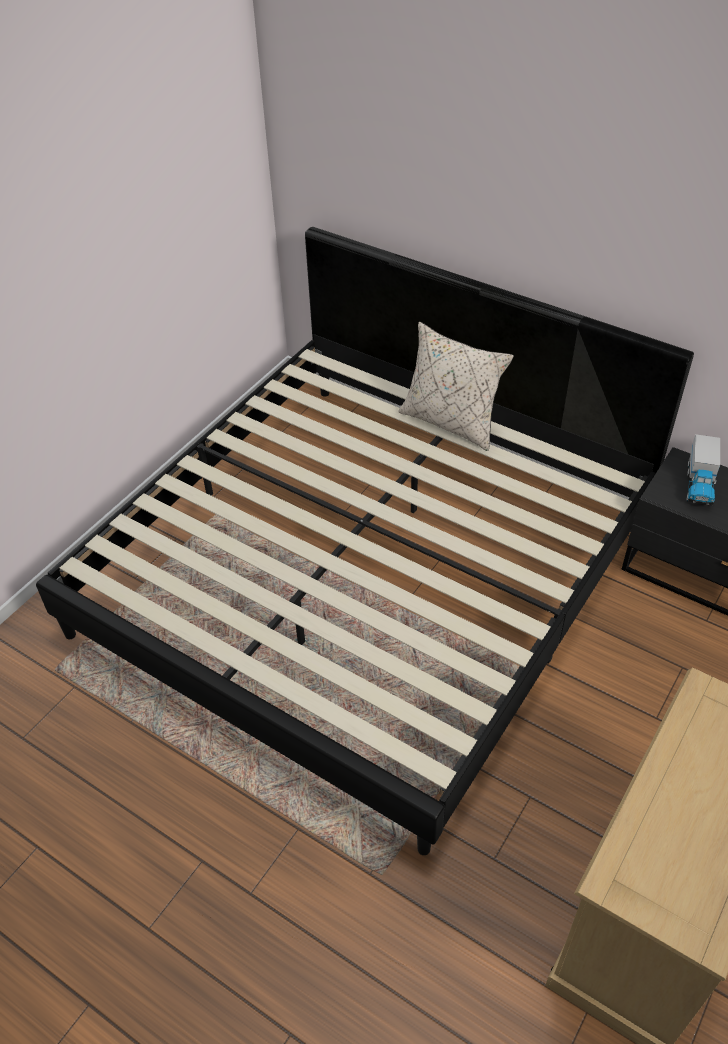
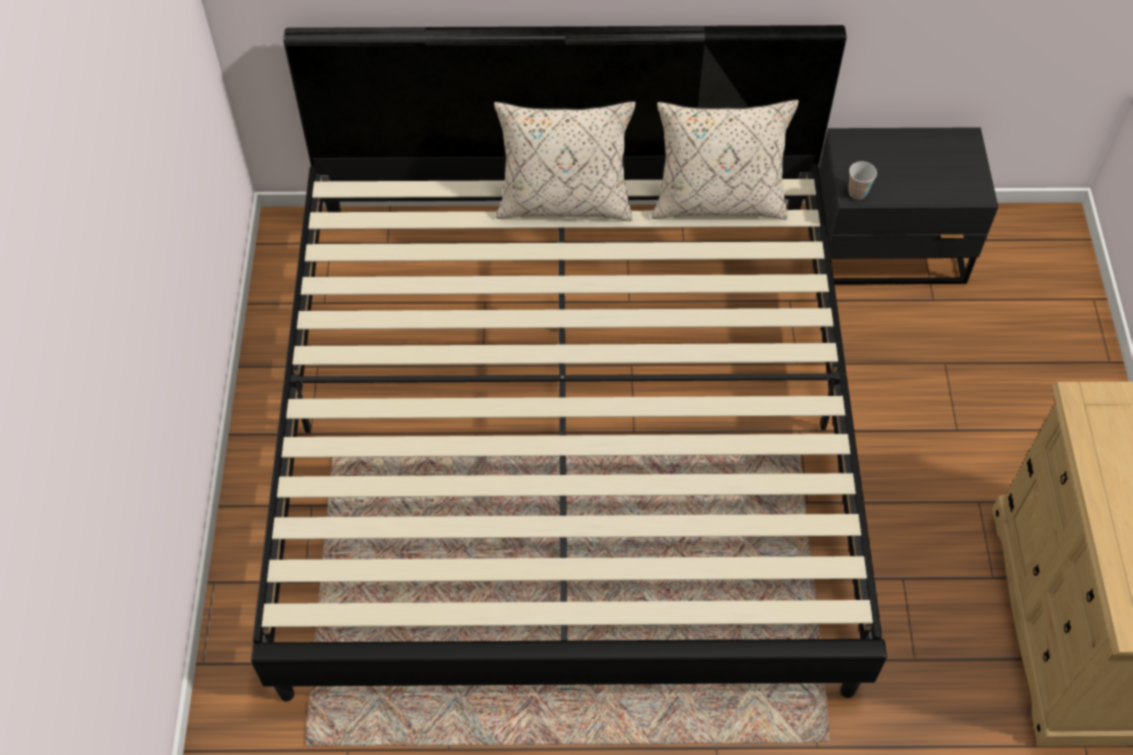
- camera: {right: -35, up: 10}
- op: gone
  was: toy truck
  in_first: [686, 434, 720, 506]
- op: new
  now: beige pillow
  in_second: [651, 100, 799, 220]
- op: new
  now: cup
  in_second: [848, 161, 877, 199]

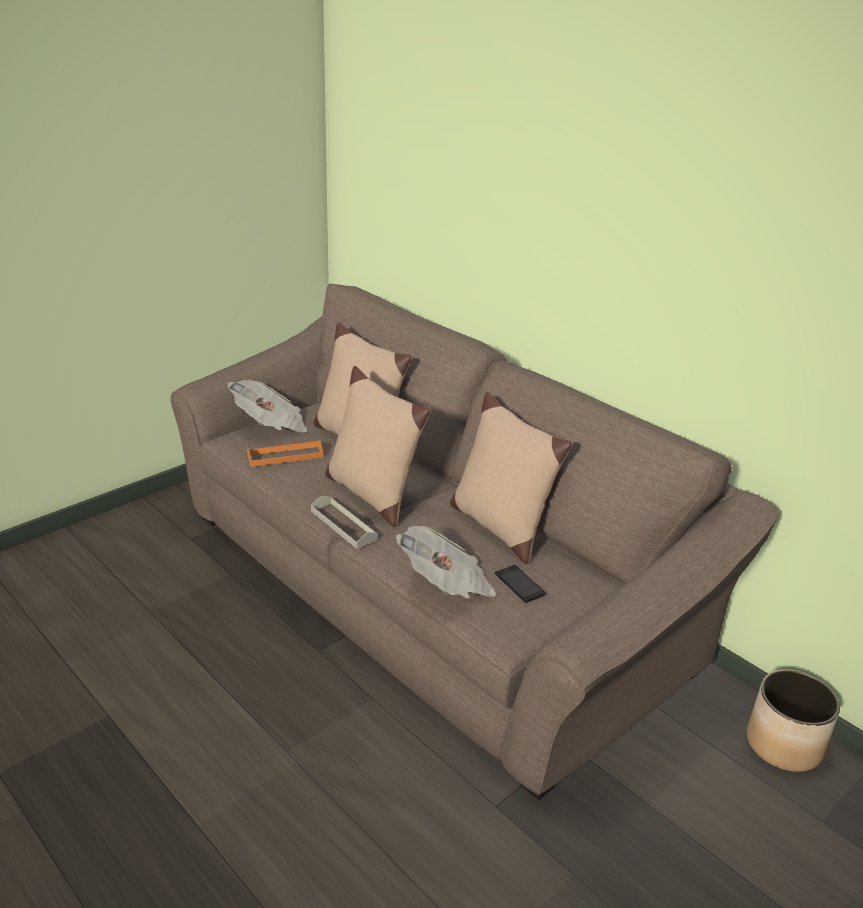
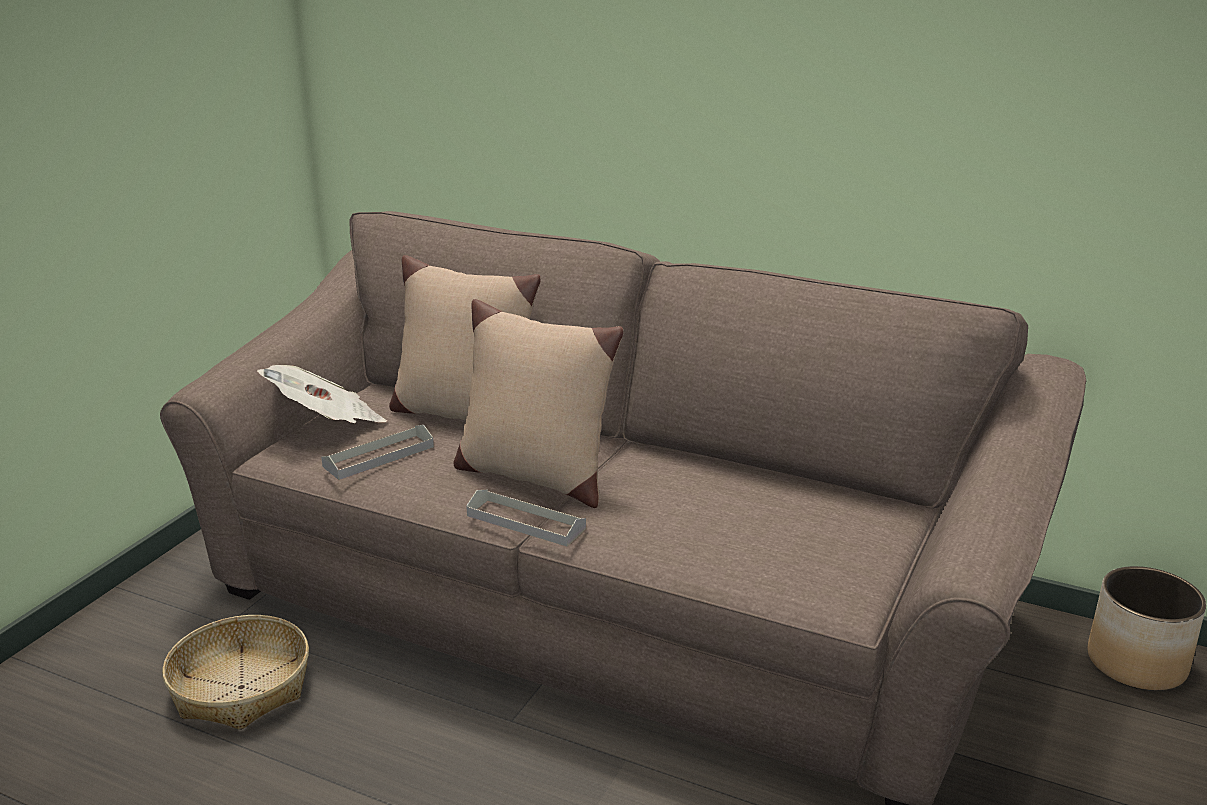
- camera: {right: -20, up: -5}
- op: gone
  was: newspaper
  in_first: [396, 526, 496, 599]
- op: gone
  was: beige pillow
  in_first: [450, 392, 573, 564]
- op: gone
  was: phone
  in_first: [495, 565, 546, 603]
- op: new
  now: basket
  in_second: [162, 615, 309, 730]
- op: repainted
  was: orange tray
  now: grey tray
  in_first: [247, 440, 323, 467]
  in_second: [321, 425, 434, 480]

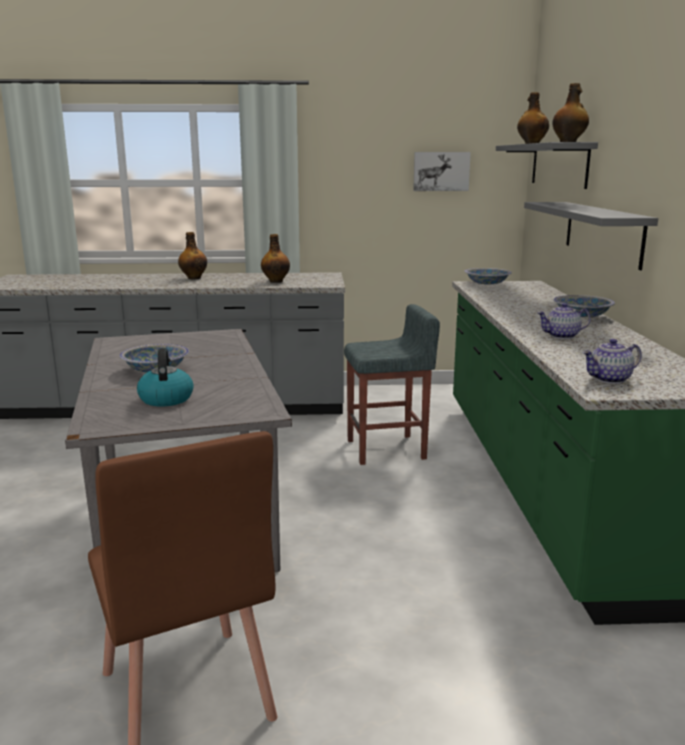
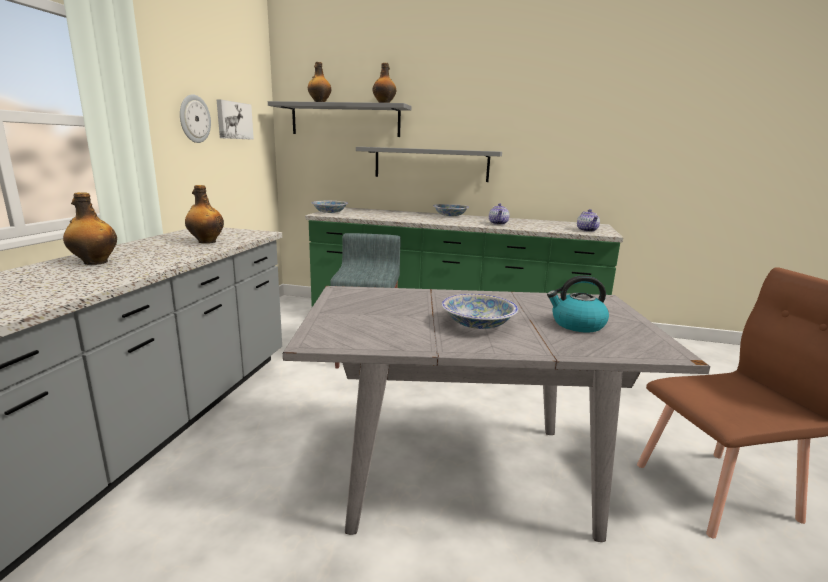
- camera: {right: -75, up: 0}
- op: new
  now: wall clock
  in_second: [180, 94, 211, 143]

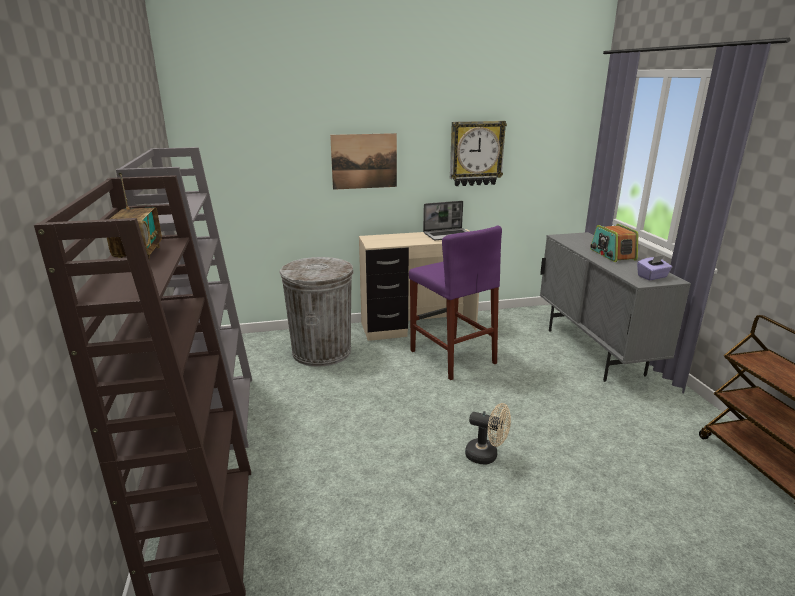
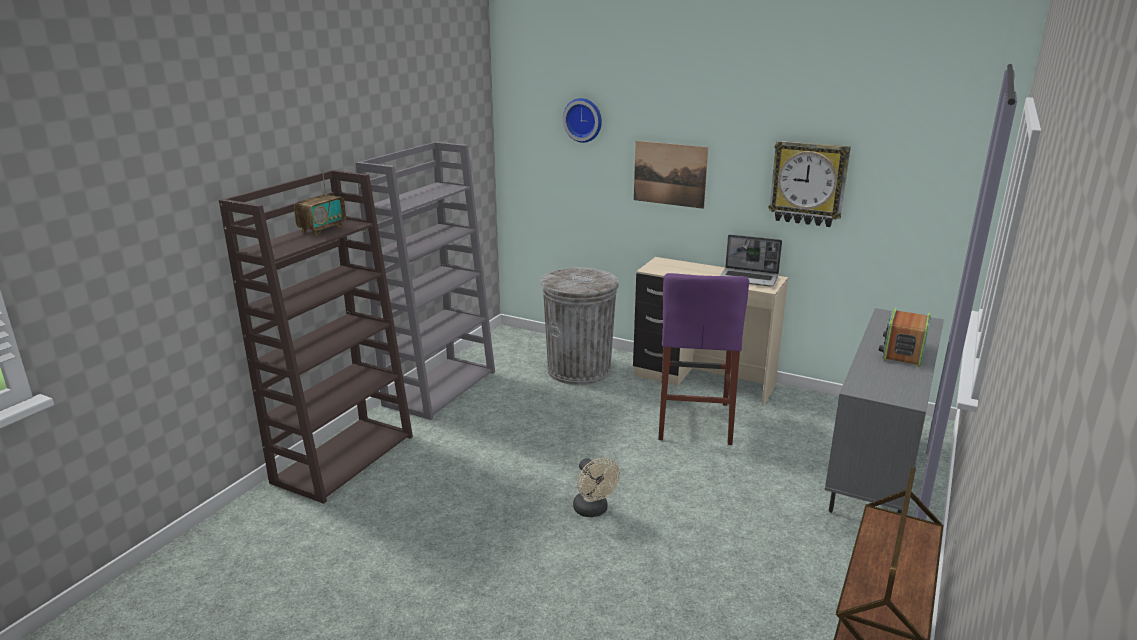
- camera: {right: 40, up: 0}
- op: gone
  was: purple tissue box
  in_first: [637, 255, 672, 280]
- op: new
  now: wall clock
  in_second: [563, 98, 602, 143]

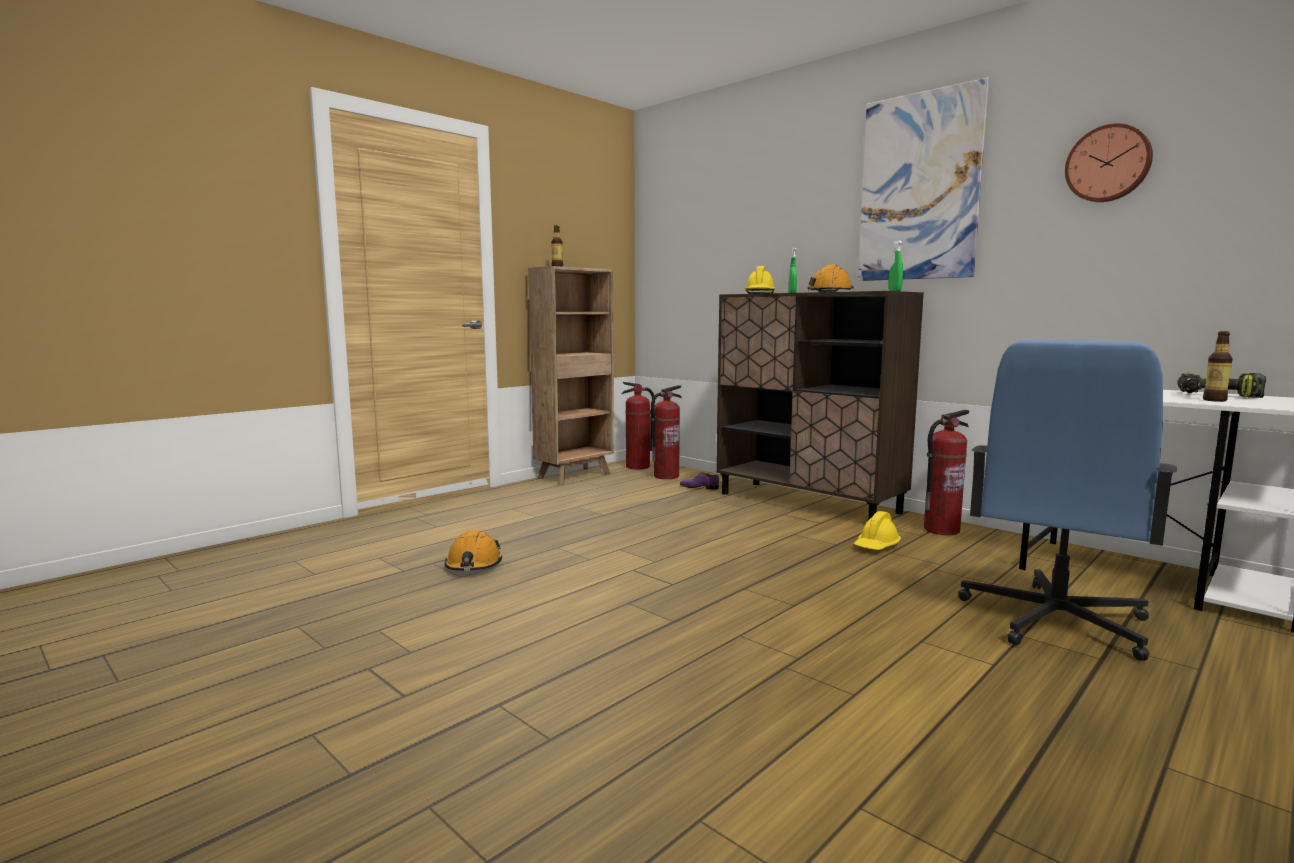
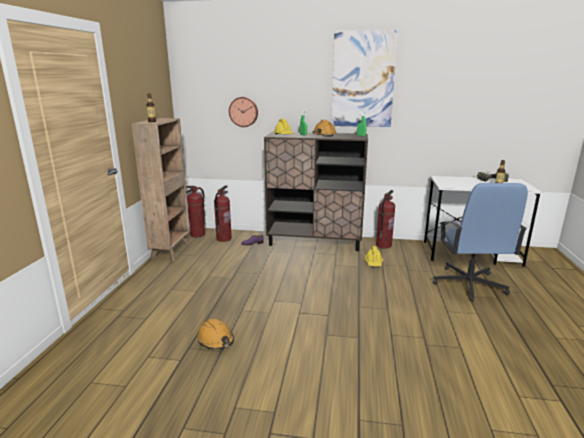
- camera: {right: -35, up: 10}
- op: shifted
  was: wall clock
  in_first: [1065, 123, 1153, 202]
  in_second: [229, 97, 258, 127]

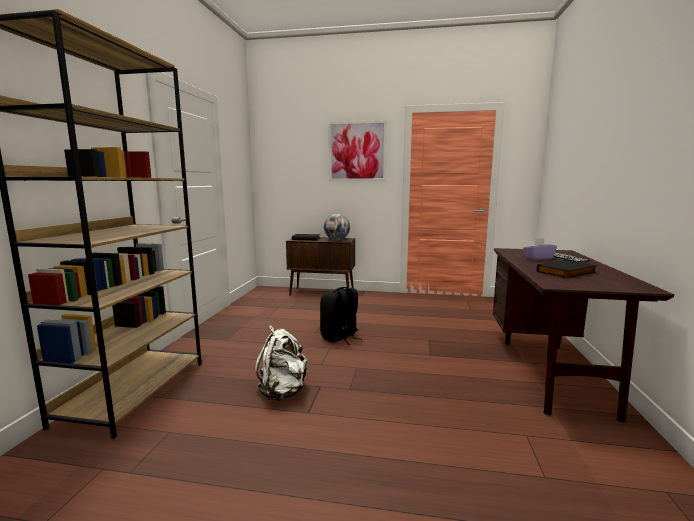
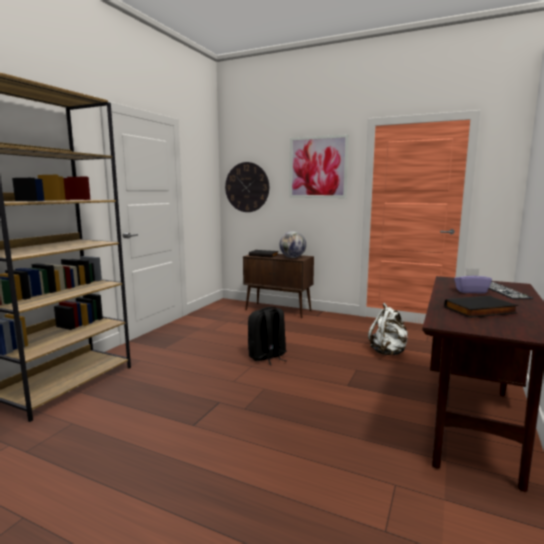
- camera: {right: 15, up: 0}
- op: new
  now: wall clock
  in_second: [225, 162, 269, 212]
- op: shifted
  was: white backpack
  in_first: [255, 325, 309, 401]
  in_second: [368, 303, 408, 355]

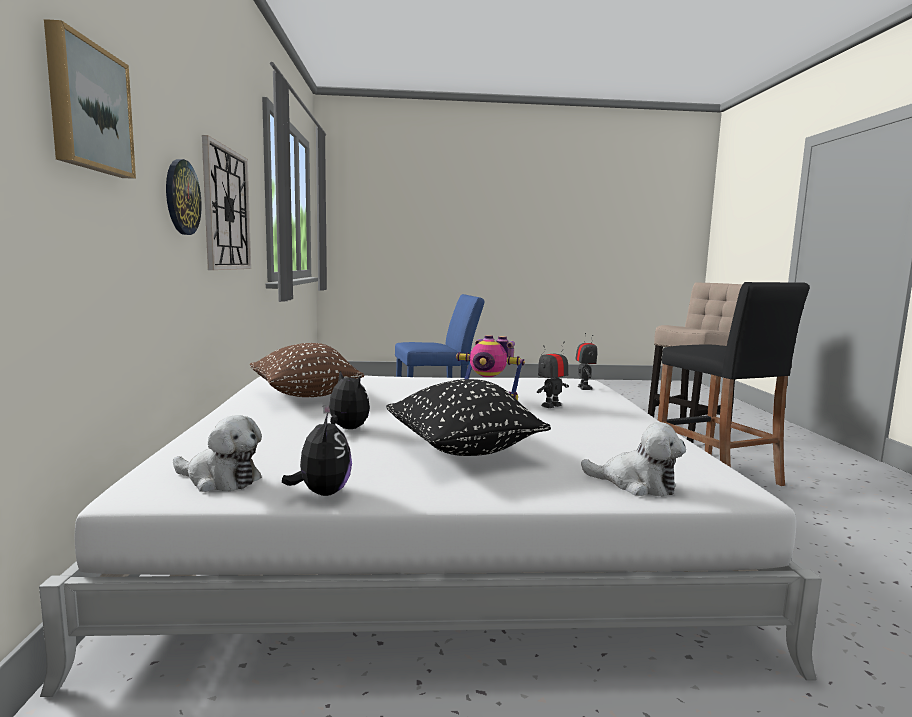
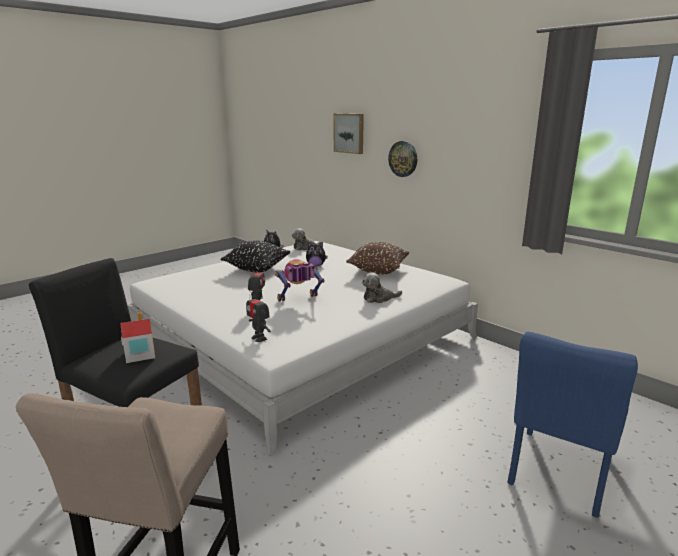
- camera: {right: 140, up: 10}
- op: gone
  was: wall clock
  in_first: [202, 135, 251, 270]
- op: new
  now: toy house
  in_second: [120, 312, 155, 363]
- op: shifted
  was: plush toy
  in_first: [581, 422, 686, 497]
  in_second: [362, 272, 402, 303]

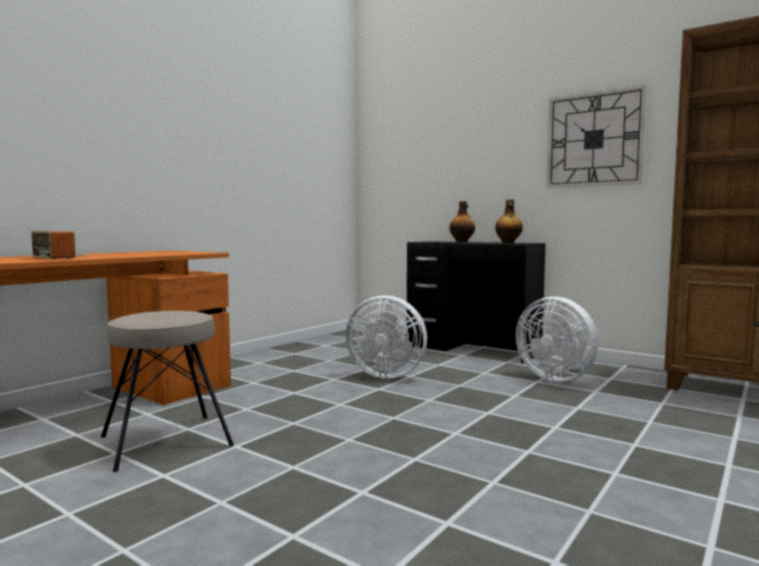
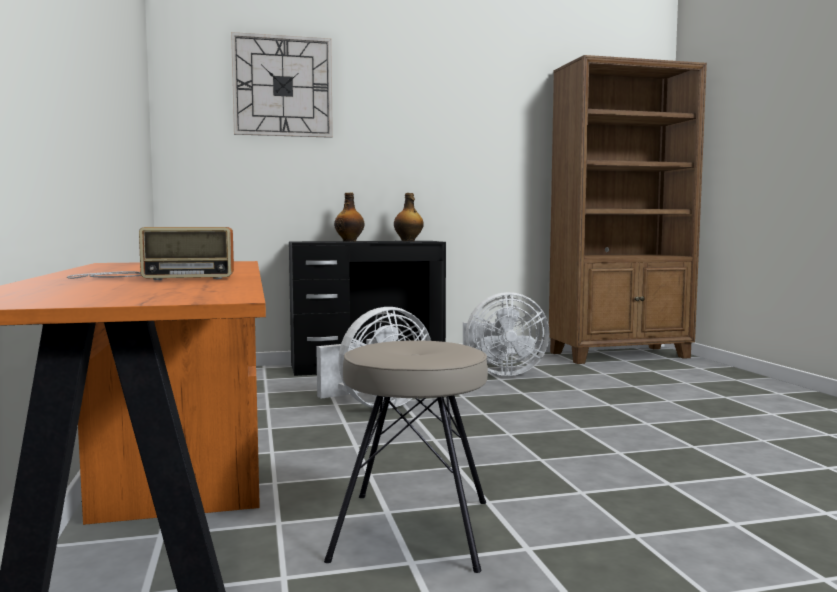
- camera: {right: -50, up: 0}
- op: shifted
  was: wall clock
  in_first: [547, 85, 646, 188]
  in_second: [231, 32, 333, 138]

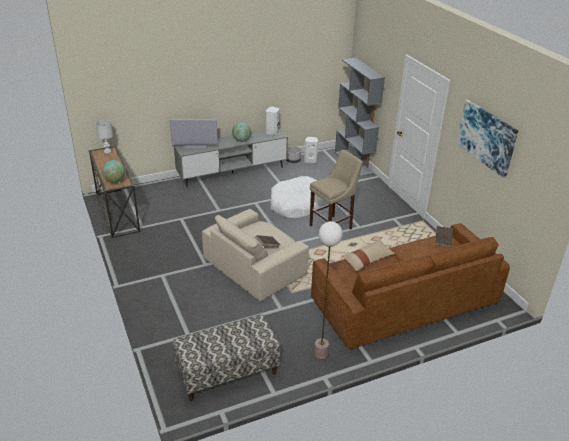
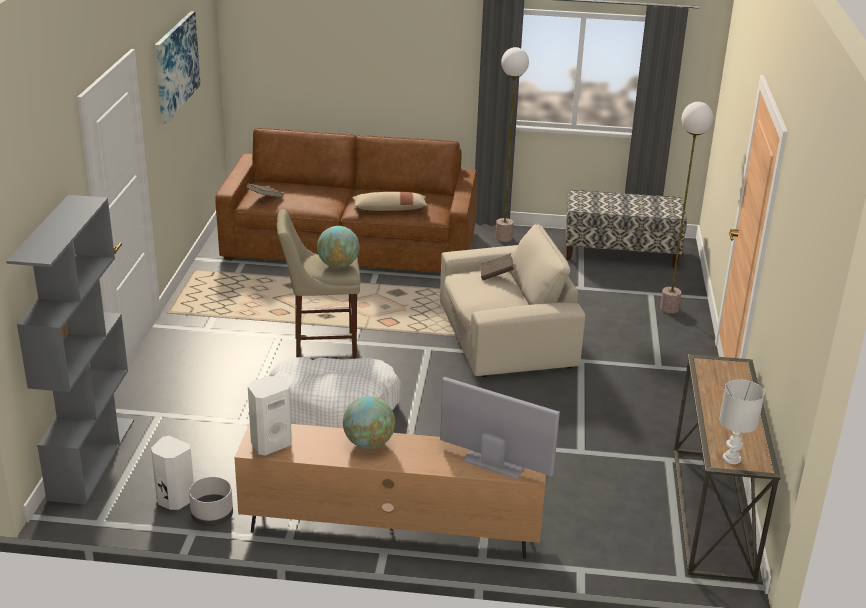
- camera: {right: -150, up: -5}
- op: new
  now: floor lamp
  in_second: [660, 102, 713, 314]
- op: shifted
  was: globe
  in_first: [102, 160, 125, 183]
  in_second: [317, 226, 359, 268]
- op: repainted
  was: grey tv stand
  now: brown tv stand
  in_first: [174, 128, 288, 187]
  in_second: [234, 422, 546, 559]

